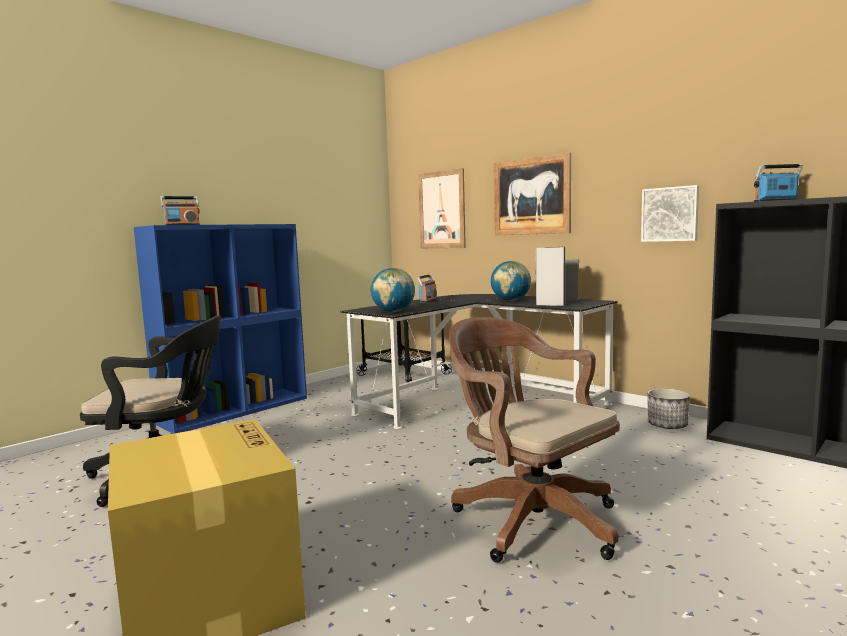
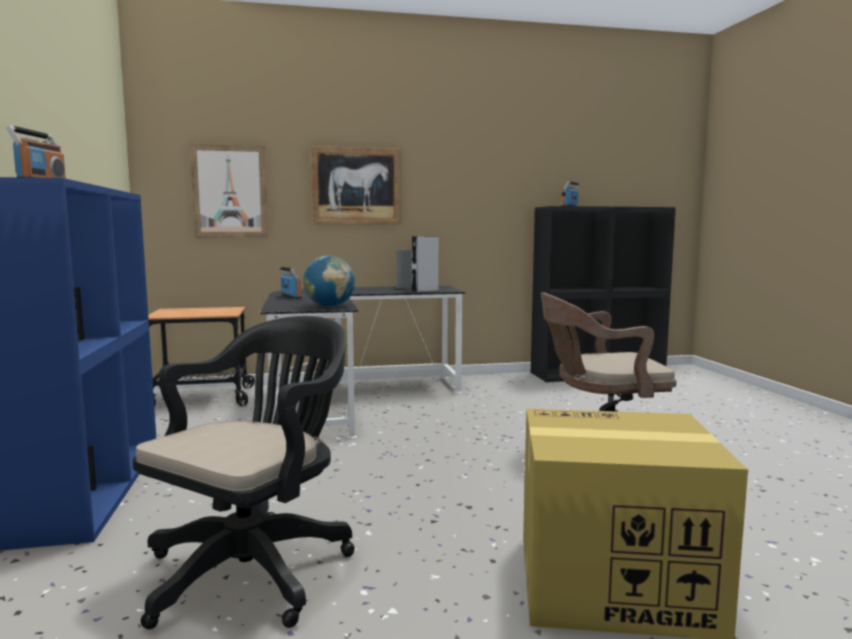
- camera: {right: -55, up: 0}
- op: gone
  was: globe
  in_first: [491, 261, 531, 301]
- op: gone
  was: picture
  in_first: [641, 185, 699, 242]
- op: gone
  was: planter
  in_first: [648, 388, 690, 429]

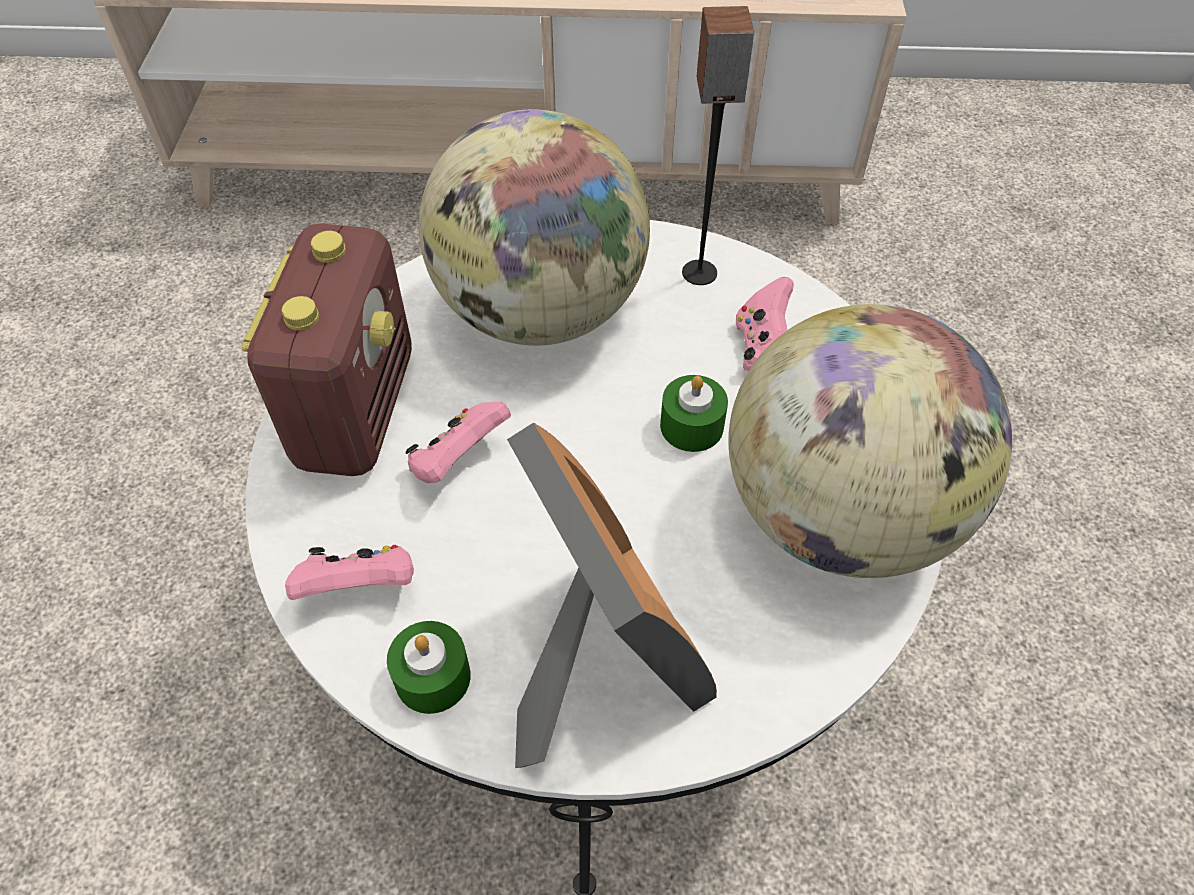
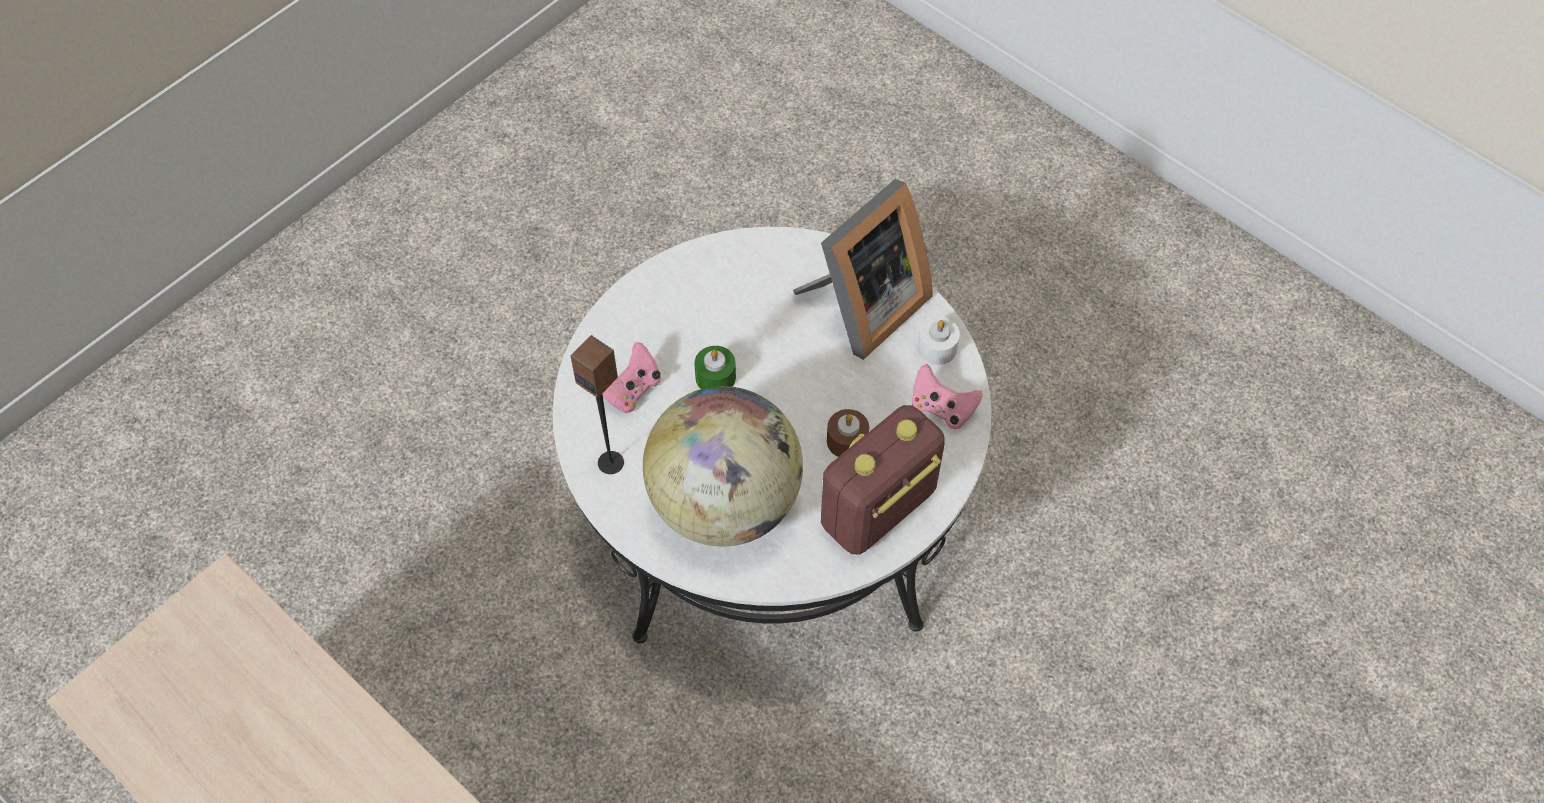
- camera: {right: -140, up: 5}
- op: gone
  was: globe
  in_first: [728, 304, 1012, 578]
- op: swapped
  was: pink game controller
  now: brown candle
  in_first: [406, 401, 511, 483]
  in_second: [827, 409, 869, 457]
- op: repainted
  was: green candle
  now: white candle
  in_first: [387, 621, 471, 714]
  in_second: [917, 317, 960, 365]
- op: rotated
  was: picture frame
  in_first: [507, 423, 717, 768]
  in_second: [793, 179, 932, 360]
  clockwise: -150

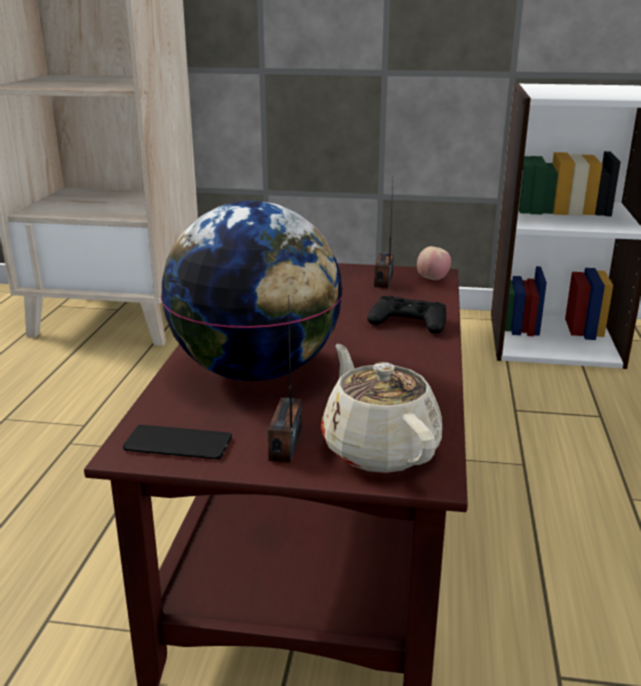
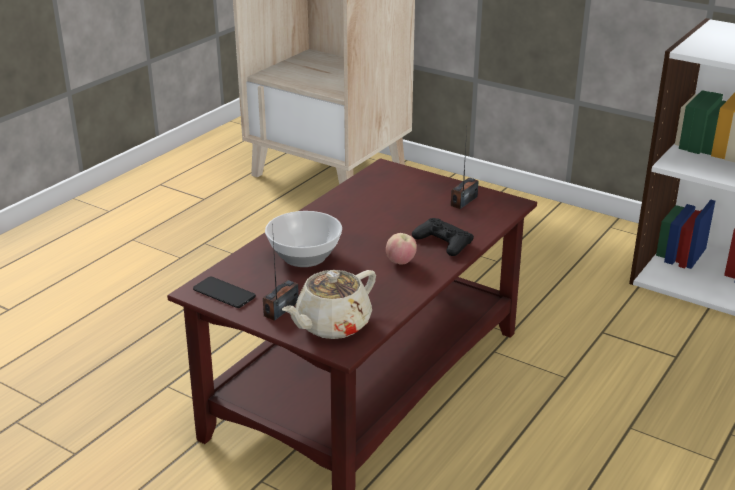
- camera: {right: 25, up: 5}
- op: shifted
  was: apple
  in_first: [417, 246, 451, 280]
  in_second: [386, 233, 417, 265]
- op: swapped
  was: globe
  now: bowl
  in_first: [161, 201, 343, 381]
  in_second: [265, 211, 342, 267]
- op: rotated
  was: beige teapot
  in_first: [321, 344, 442, 473]
  in_second: [282, 270, 376, 339]
  clockwise: -135

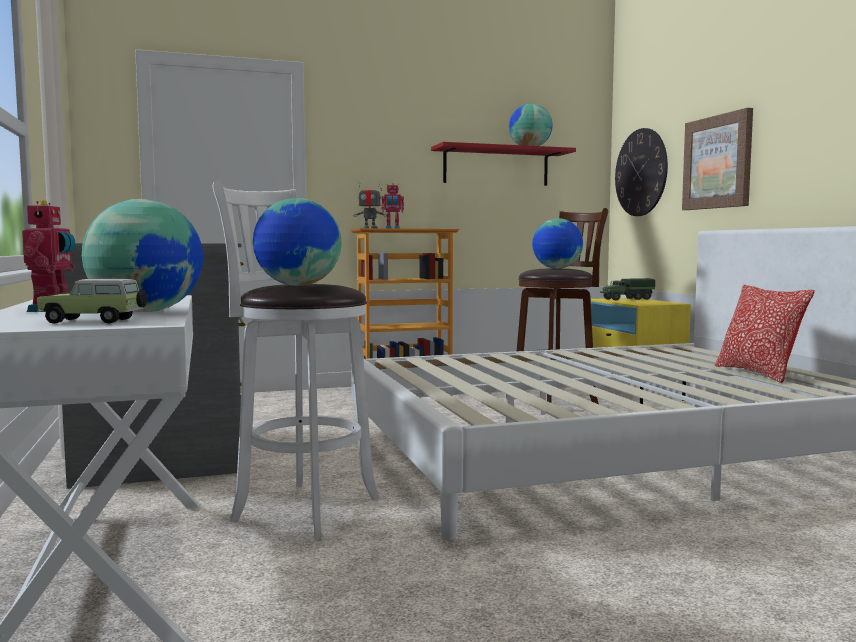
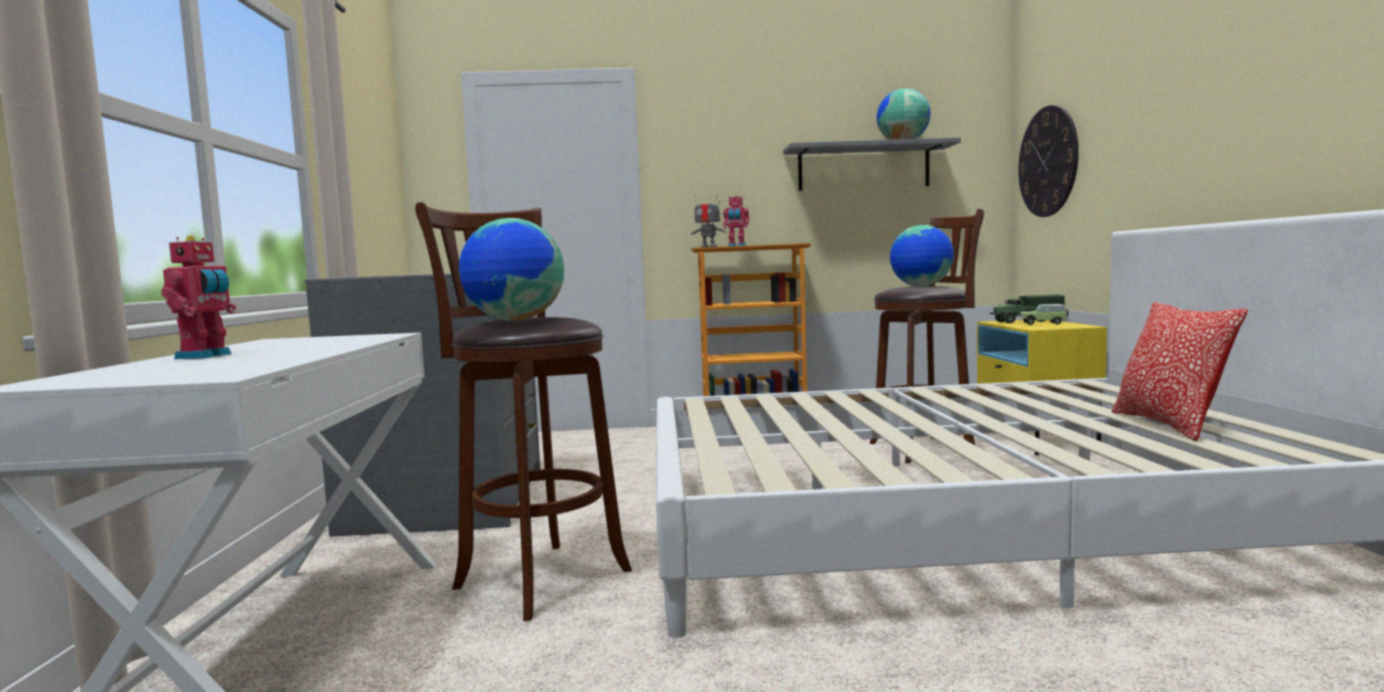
- camera: {right: 15, up: 0}
- op: gone
  was: globe
  in_first: [82, 199, 203, 312]
- op: gone
  was: picture
  in_first: [682, 108, 753, 210]
- op: shifted
  was: toy car
  in_first: [37, 279, 147, 324]
  in_second: [1020, 304, 1068, 325]
- op: repainted
  was: white stool
  now: brown stool
  in_first: [213, 180, 379, 539]
  in_second: [415, 202, 632, 621]
- op: repainted
  was: red shelf
  now: grey shelf
  in_first: [431, 142, 576, 186]
  in_second: [783, 137, 961, 191]

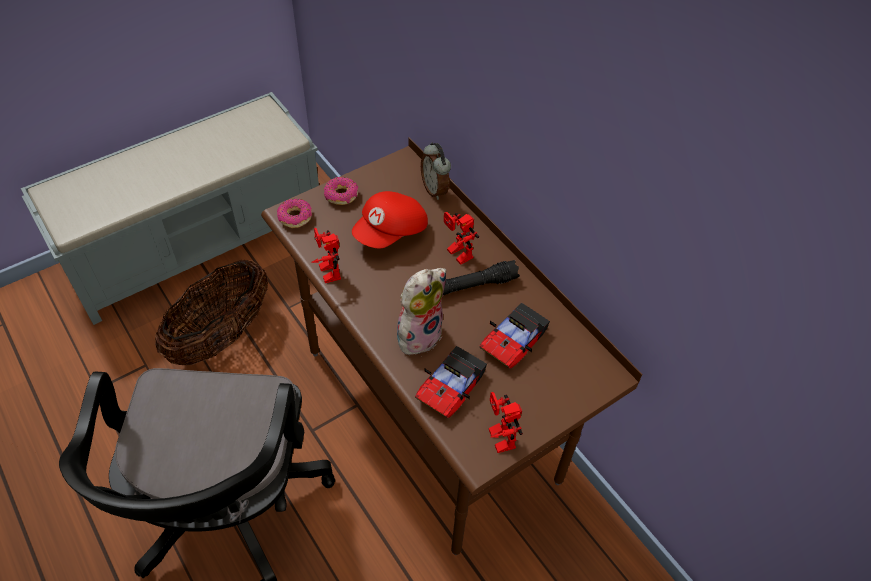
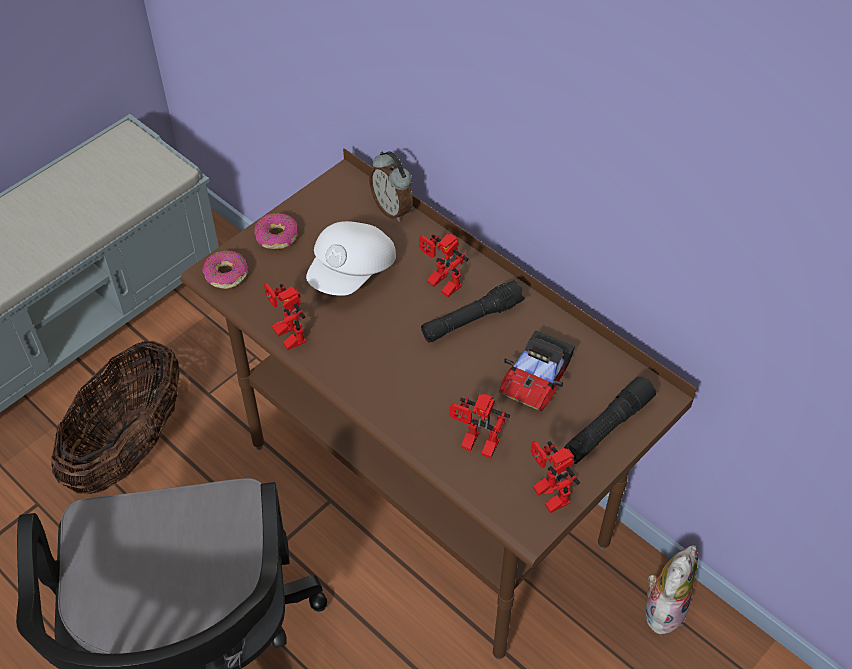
- camera: {right: -10, up: 0}
- op: new
  now: black flashlight
  in_second: [563, 377, 656, 464]
- op: shifted
  was: plush toy
  in_first: [397, 268, 446, 355]
  in_second: [645, 545, 698, 635]
- op: swapped
  was: toy car
  now: toy robot
  in_first: [415, 346, 487, 418]
  in_second: [450, 393, 510, 458]
- op: repainted
  was: red cap
  now: white cap
  in_first: [352, 191, 428, 249]
  in_second: [306, 221, 396, 296]

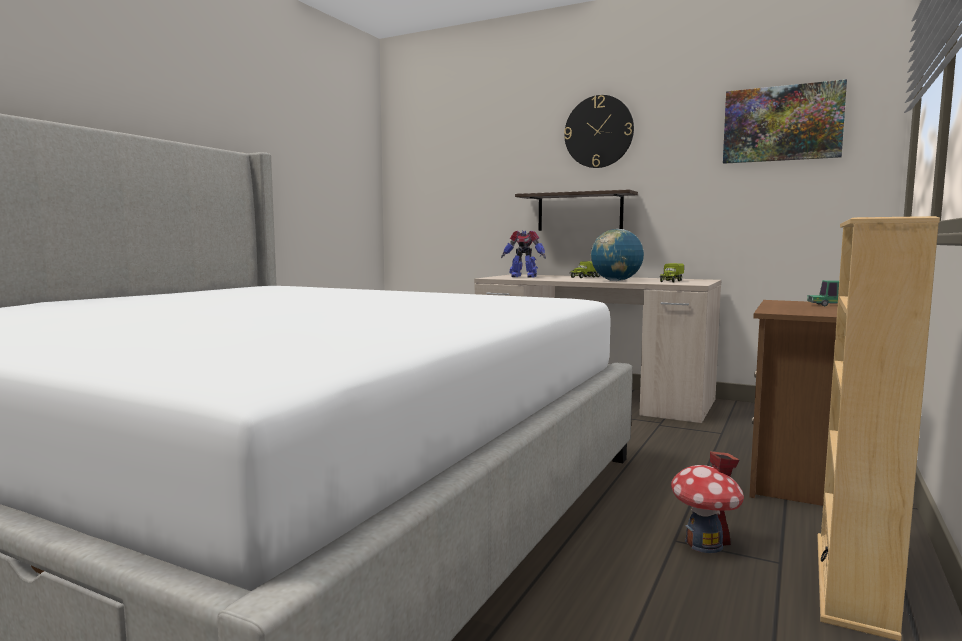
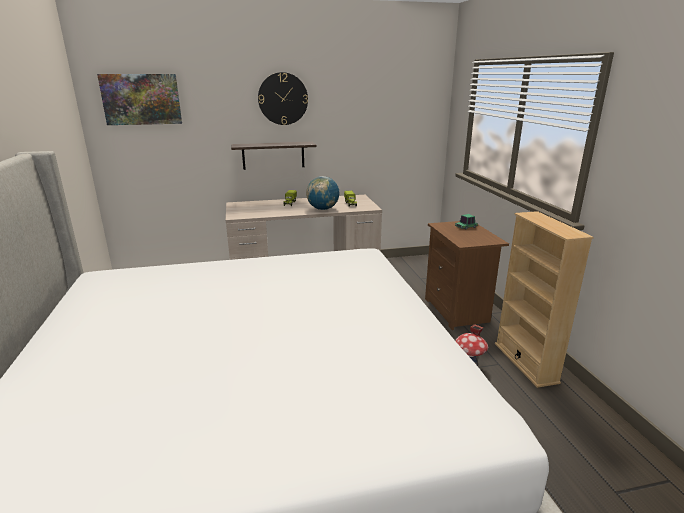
- camera: {right: -40, up: 15}
- op: gone
  was: toy robot
  in_first: [501, 231, 546, 278]
- op: shifted
  was: picture
  in_first: [723, 79, 847, 164]
  in_second: [97, 74, 182, 125]

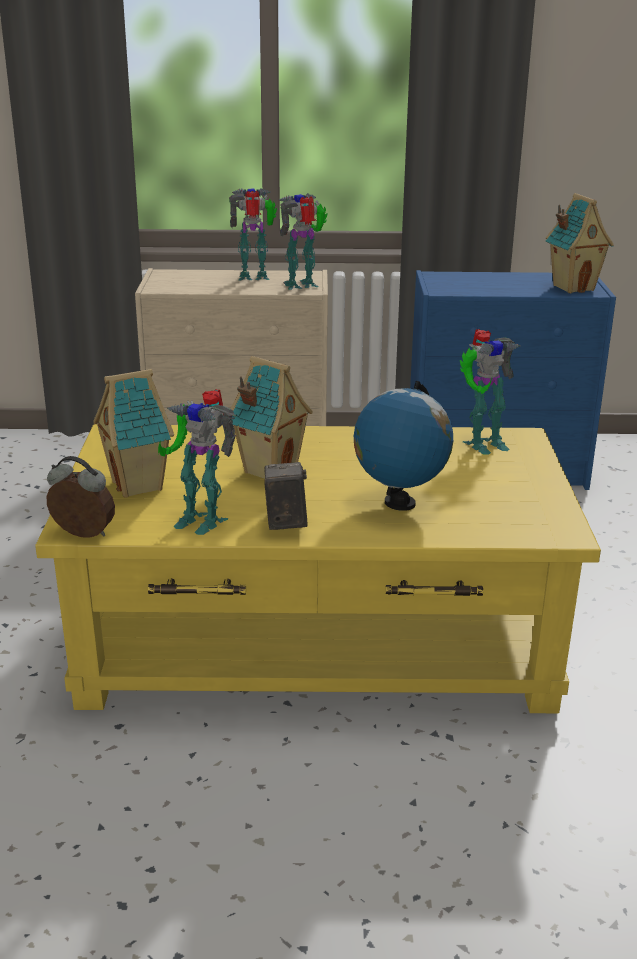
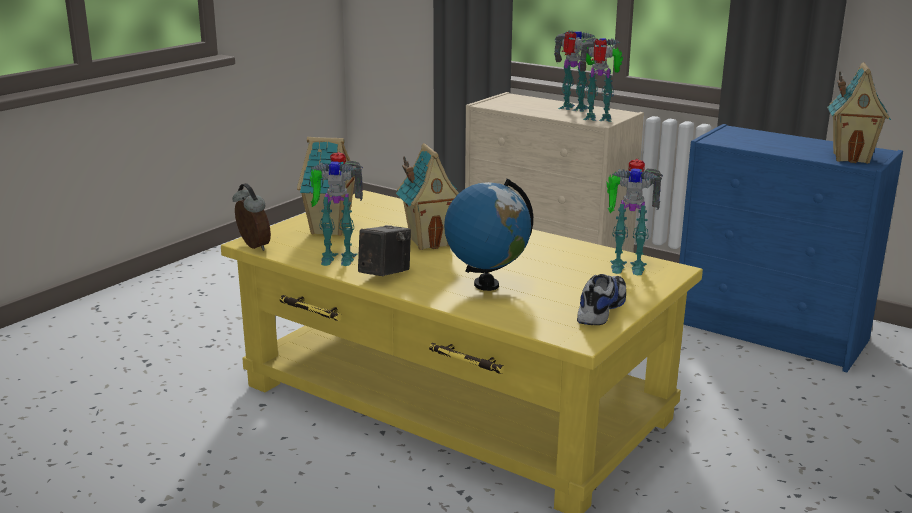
- camera: {right: 35, up: -5}
- op: new
  now: shoe
  in_second: [577, 274, 626, 325]
- op: rotated
  was: toy robot
  in_first: [158, 389, 236, 535]
  in_second: [310, 152, 363, 266]
  clockwise: -60

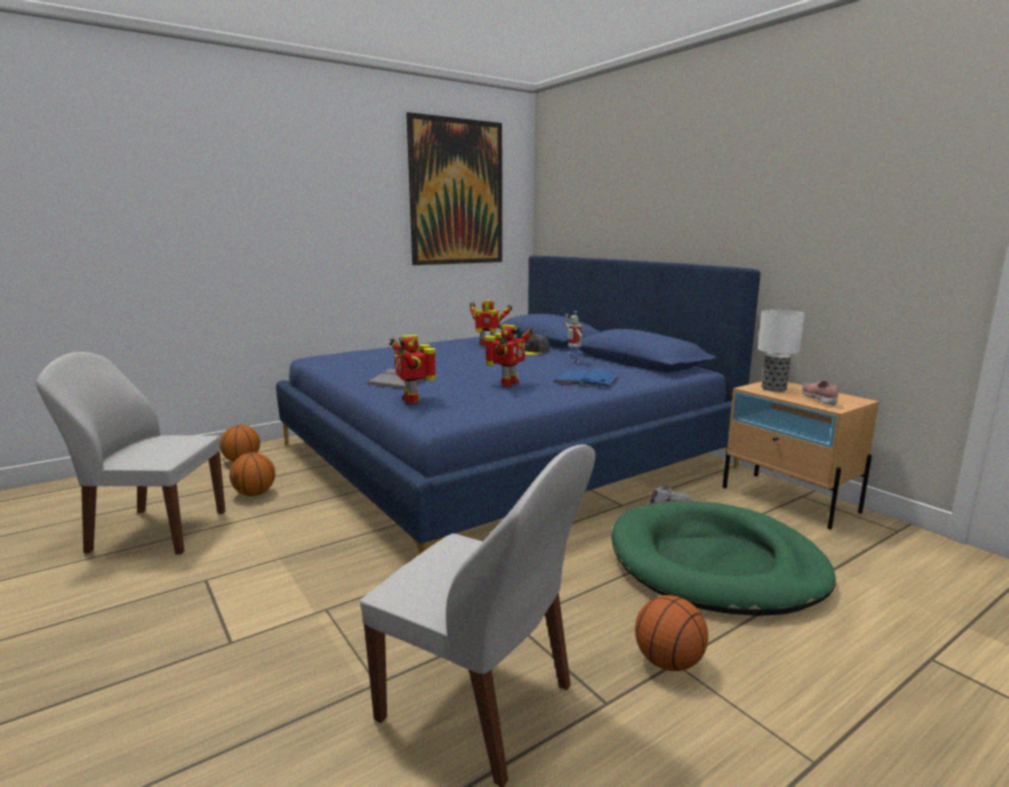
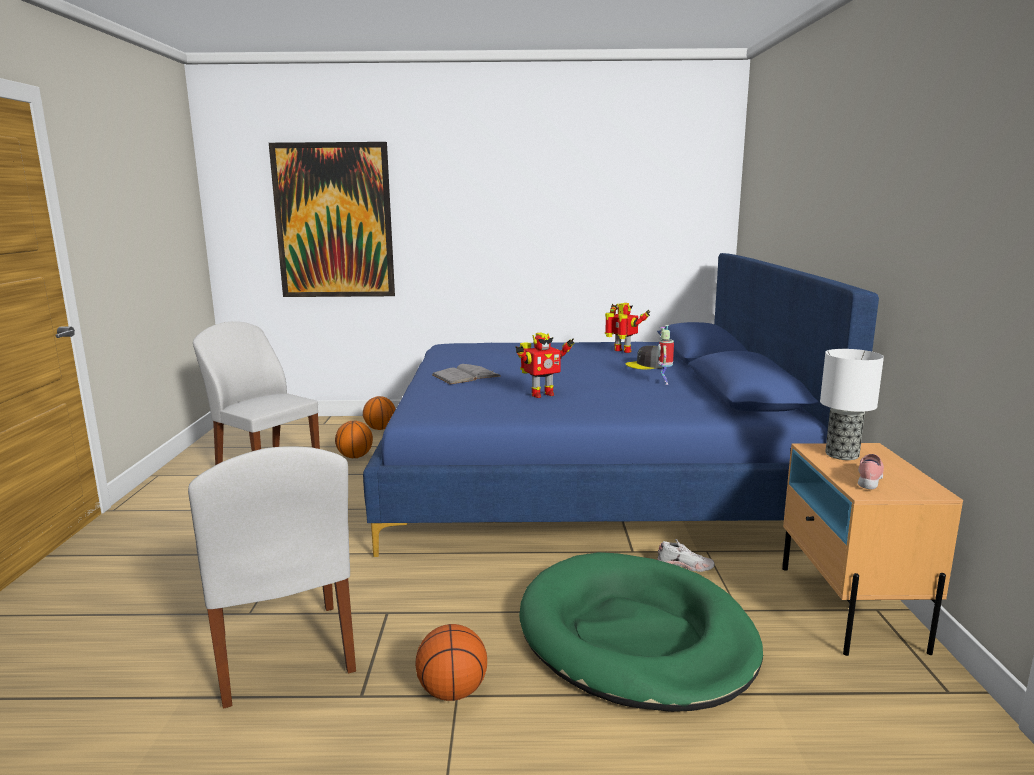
- camera: {right: 35, up: 0}
- op: gone
  was: toy robot
  in_first: [389, 335, 436, 404]
- op: gone
  was: blue book
  in_first: [553, 369, 620, 388]
- op: shifted
  was: picture
  in_first: [406, 112, 502, 265]
  in_second: [269, 142, 395, 297]

